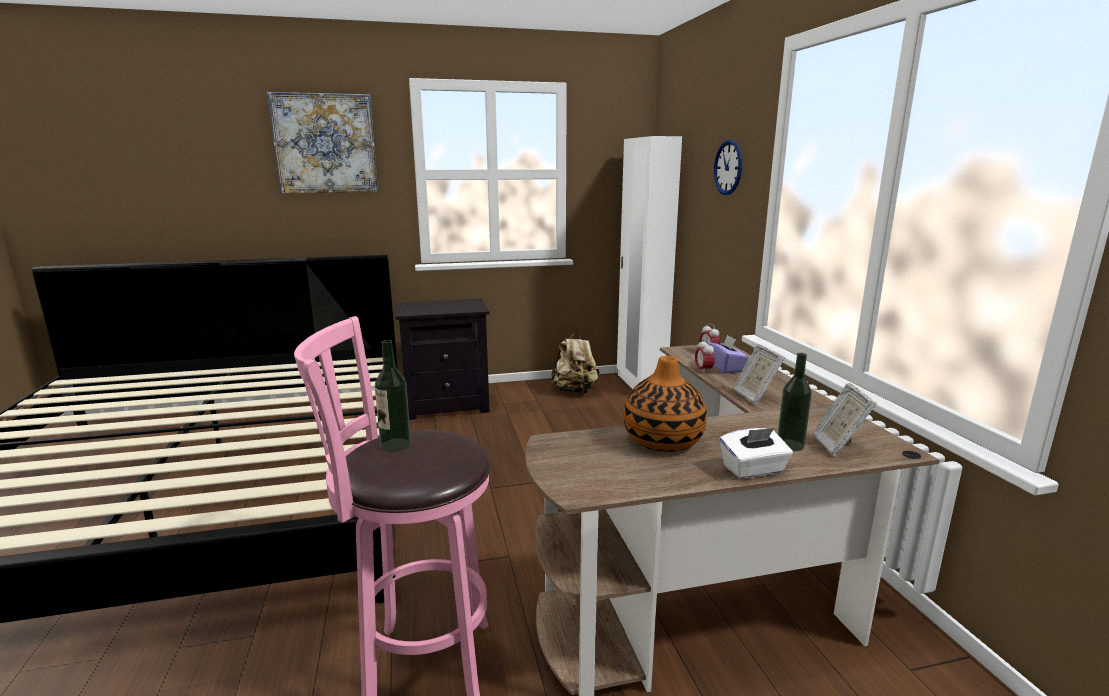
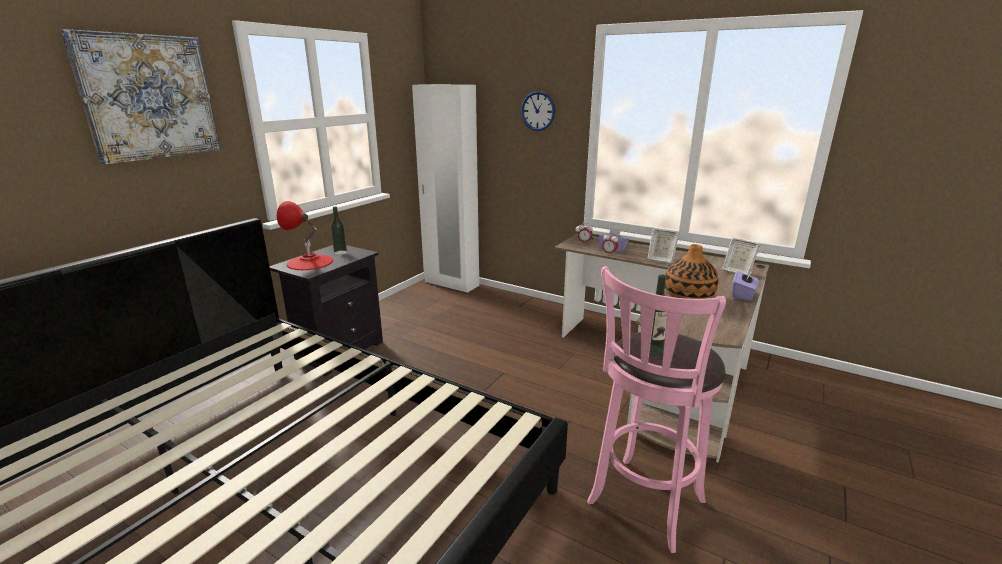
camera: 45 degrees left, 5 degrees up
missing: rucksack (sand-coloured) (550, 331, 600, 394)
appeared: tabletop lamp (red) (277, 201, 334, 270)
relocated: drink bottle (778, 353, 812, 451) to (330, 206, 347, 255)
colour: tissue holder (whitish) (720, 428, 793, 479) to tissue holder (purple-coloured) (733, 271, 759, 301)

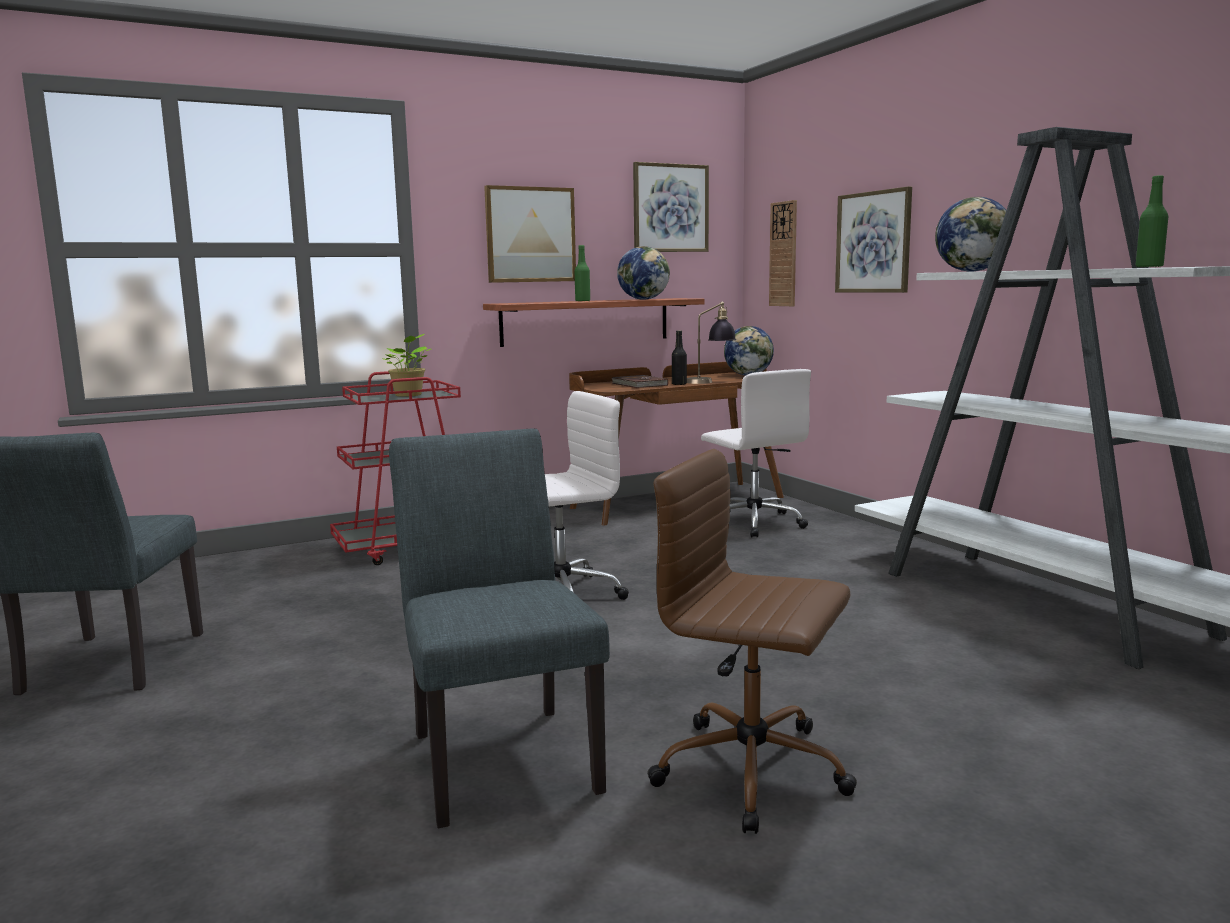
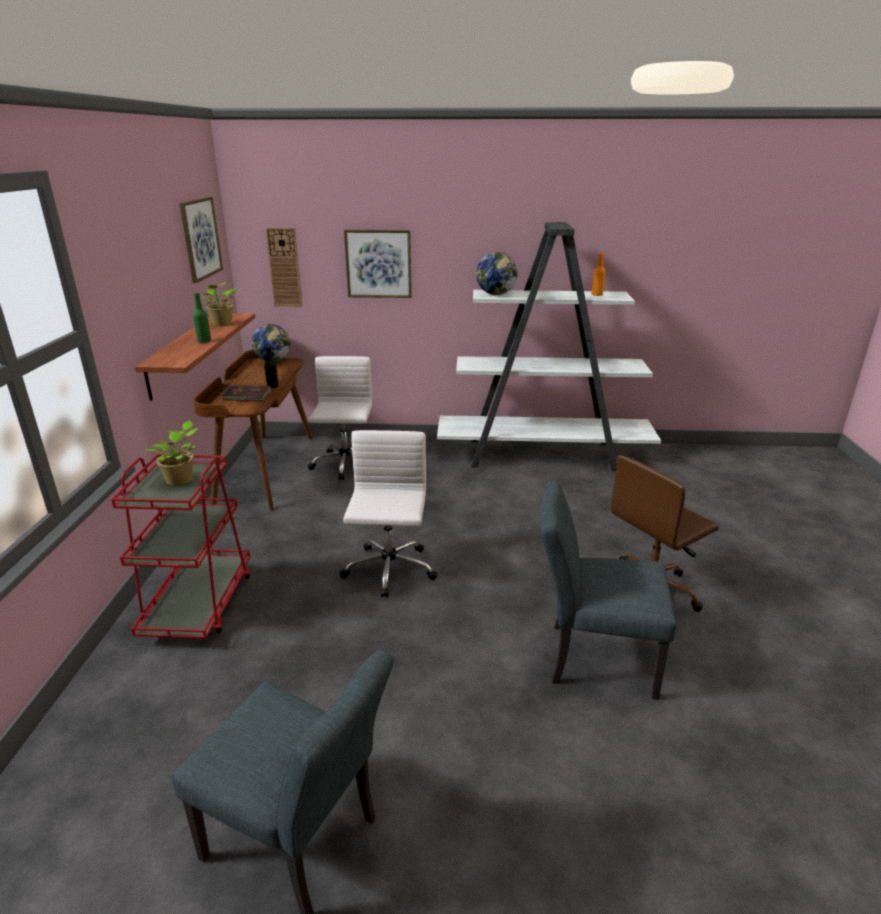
camera: 60 degrees left, 15 degrees up
missing: wall picture (484, 185, 576, 283); tabletop lamp (687, 301, 736, 384)
exchanged: desk globe (617, 246, 670, 300) to plant in a pot (202, 282, 237, 326)
colour: drink bottle (green) (1136, 175, 1168, 267) to drink bottle (orange-coloured) (591, 252, 606, 296)
spun: desk chair (whitish) (701, 369, 811, 538) = (308, 356, 372, 480) 90 degrees counterclockwise

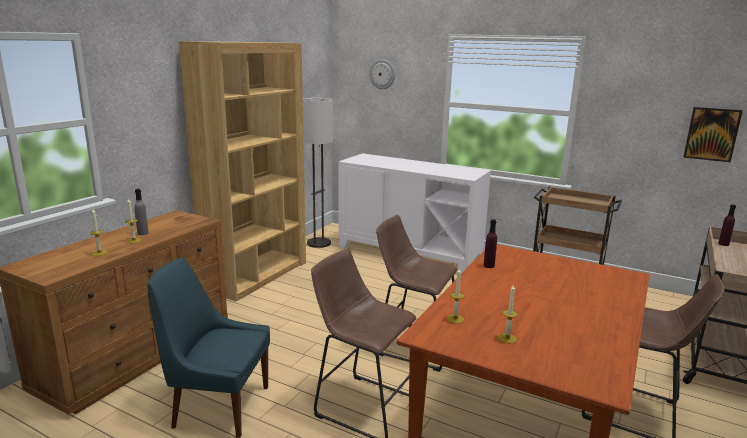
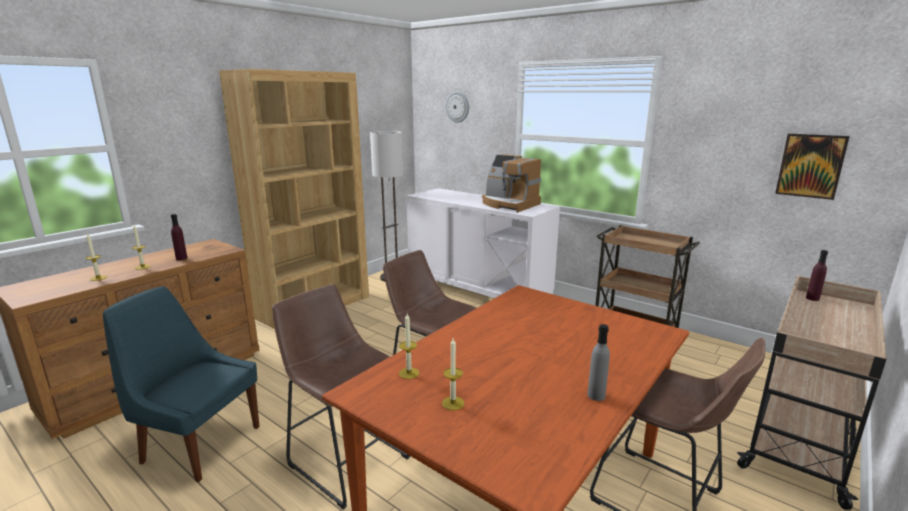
camera: 10 degrees right, 0 degrees up
appeared: coffee brewer (482, 154, 541, 212)
relocated: drink bottle (greyish) (134, 189, 149, 235) to (588, 324, 610, 401); drink bottle (purple-coloured) (484, 219, 497, 268) to (171, 214, 187, 260)

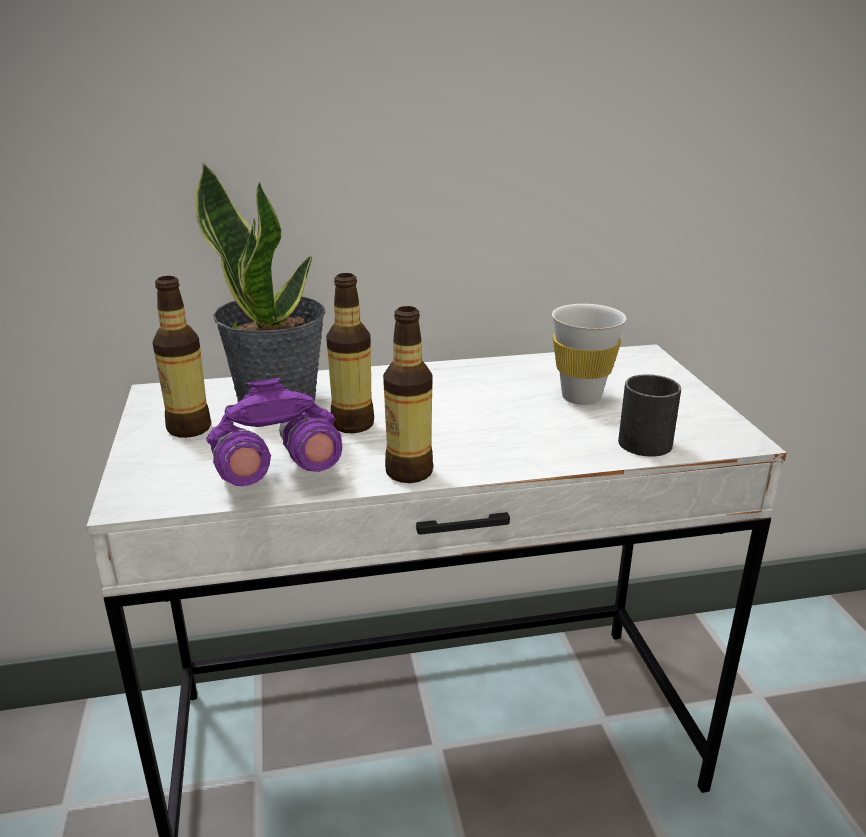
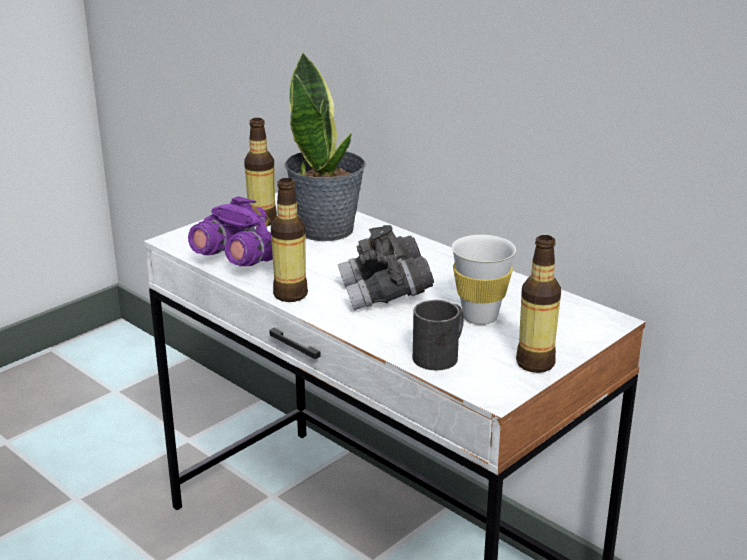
camera: 55 degrees right, 0 degrees up
appeared: binoculars (greyish) (338, 225, 434, 310)
relocated: drink bottle (326, 273, 374, 433) to (516, 235, 561, 373)

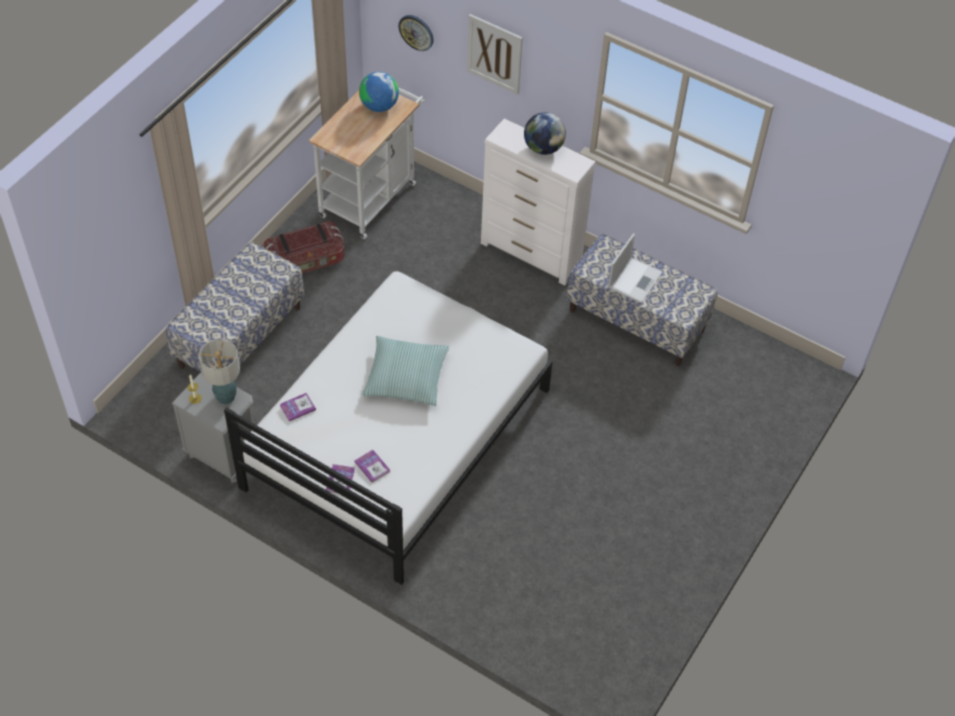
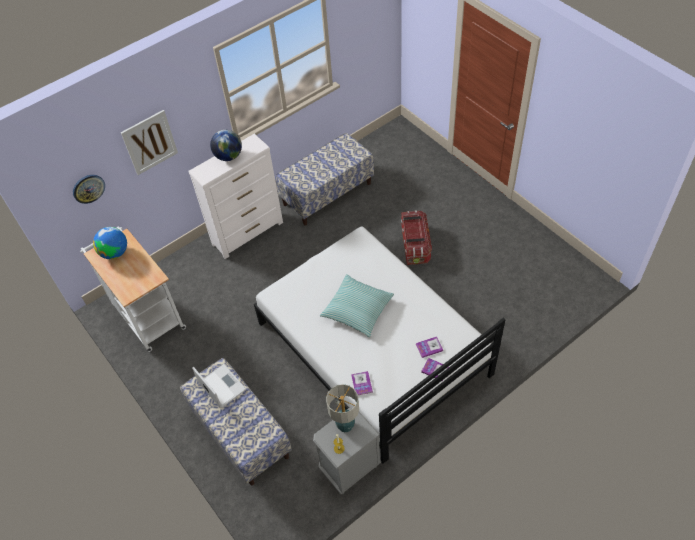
camera: 65 degrees left, 0 degrees up
relocated: storage bin (264, 221, 345, 273) to (401, 210, 432, 265); portable computer (608, 234, 663, 303) to (192, 364, 246, 408)

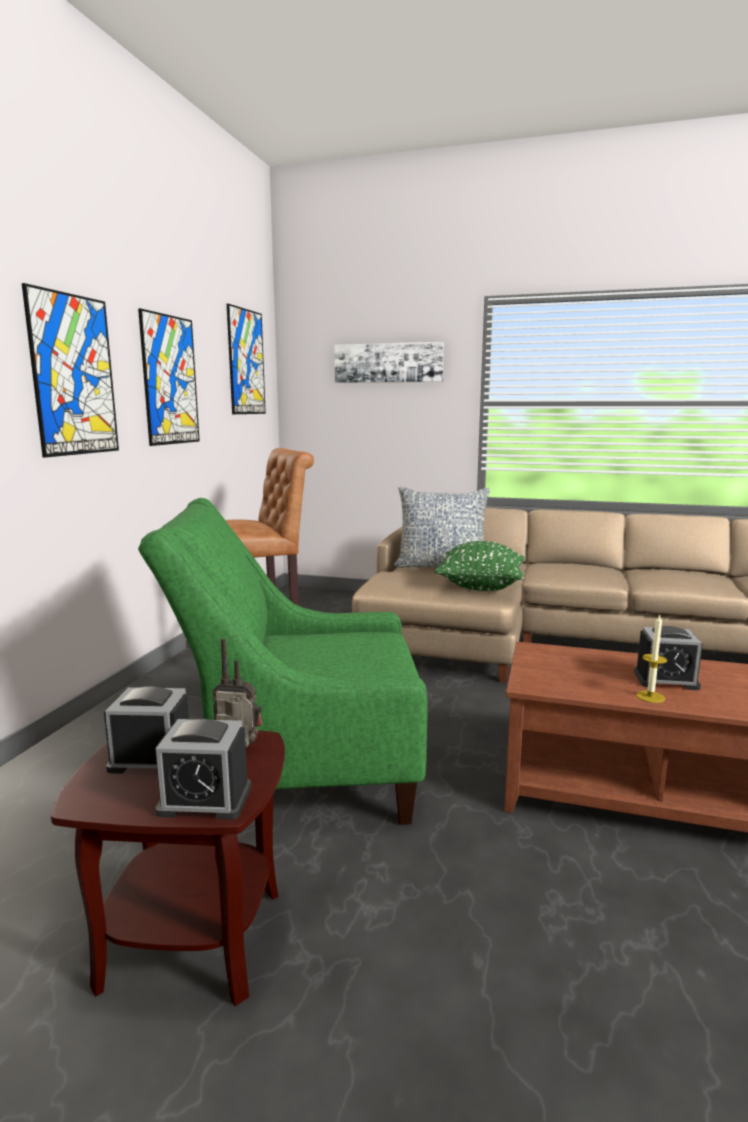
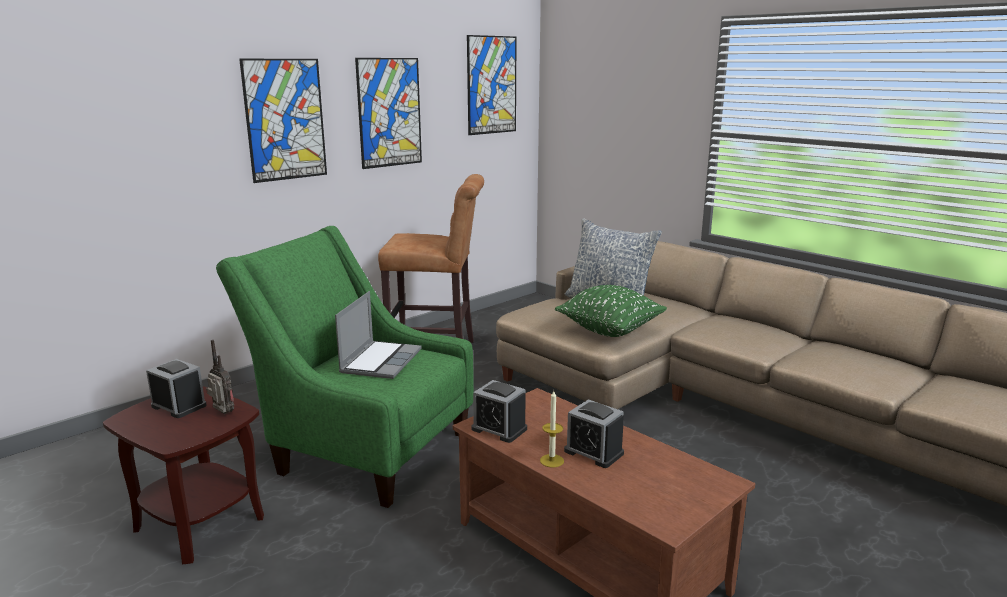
camera: 30 degrees right, 5 degrees up
missing: wall picture (334, 342, 444, 383)
appeared: portable computer (335, 291, 422, 379)
relocated: table clock (155, 719, 251, 820) to (471, 380, 527, 443)

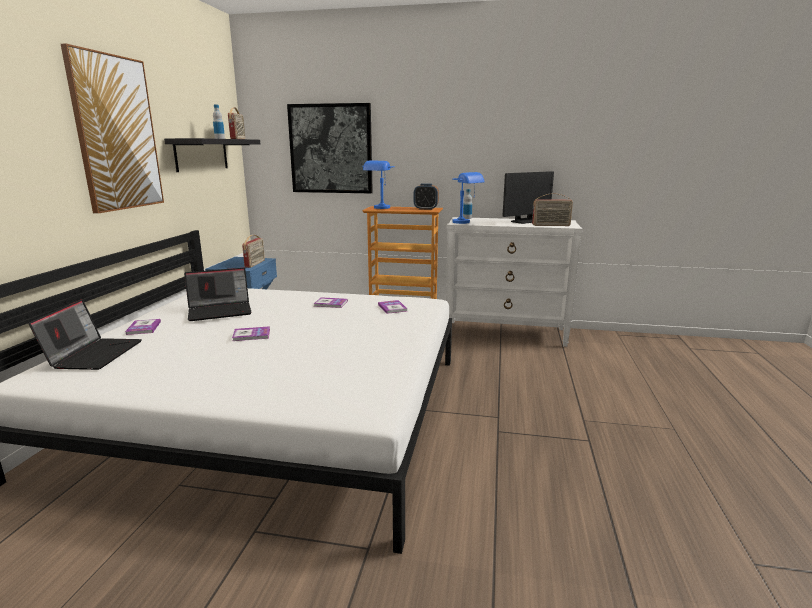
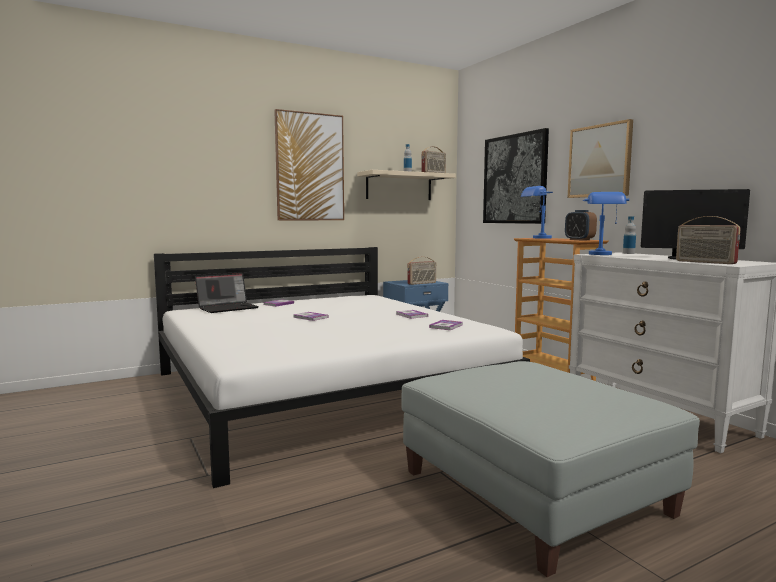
camera: 50 degrees right, 10 degrees down
missing: portable computer (184, 268, 252, 321)
appeared: wall picture (568, 119, 633, 198); pouffe (greyish) (401, 361, 700, 577)
colour: shelf (black-coloured) (164, 138, 260, 172) to shelf (sand-coloured) (357, 170, 456, 200)

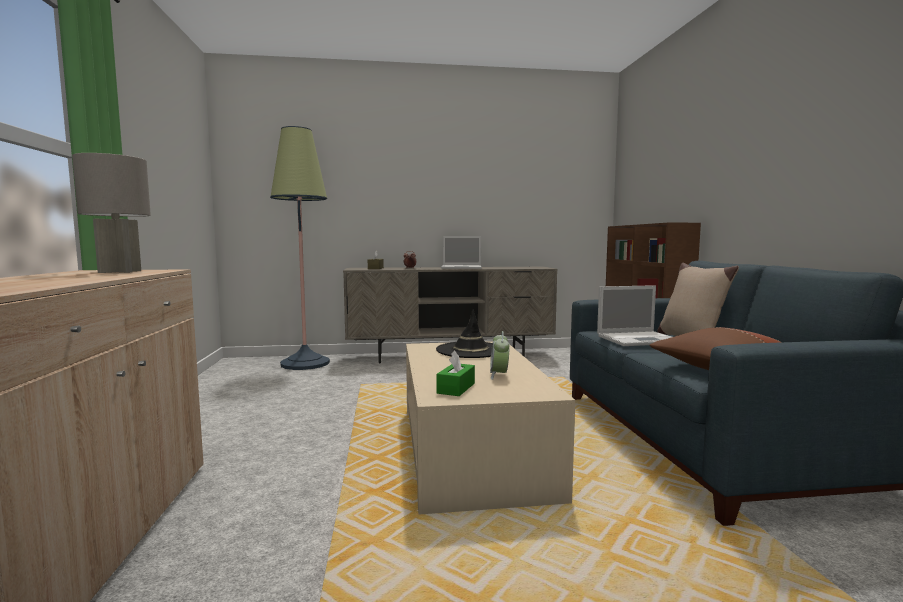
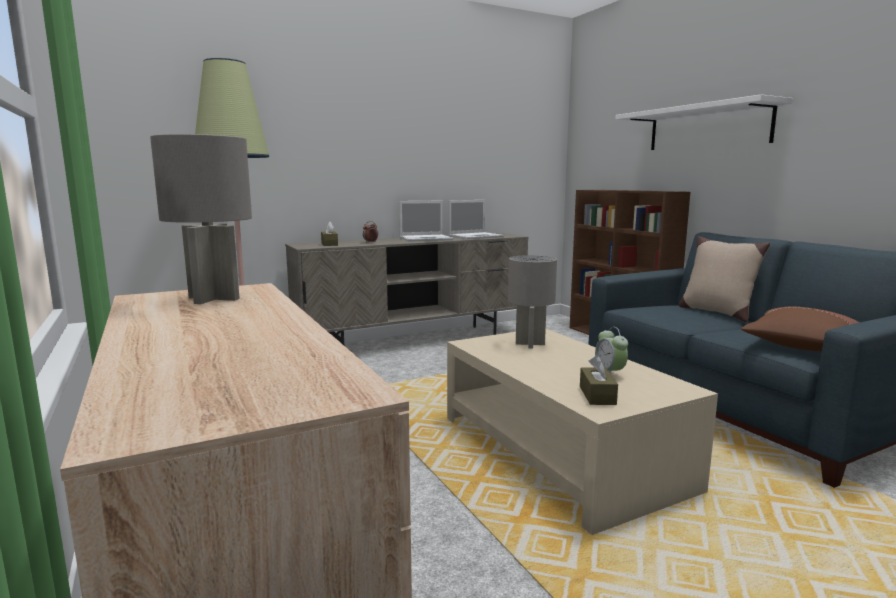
camera: 20 degrees left, 5 degrees up
appeared: shelf (whitish) (615, 95, 793, 150)
relocated: portable computer (597, 285, 672, 346) to (448, 200, 504, 240)
exchanged: wearable hat (black-coloured) (436, 309, 492, 358) to tabletop lamp (greyish) (508, 255, 557, 348)
colour: tissue holder (green) (436, 350, 475, 396) to tissue holder (brown-coloured) (580, 355, 618, 405)

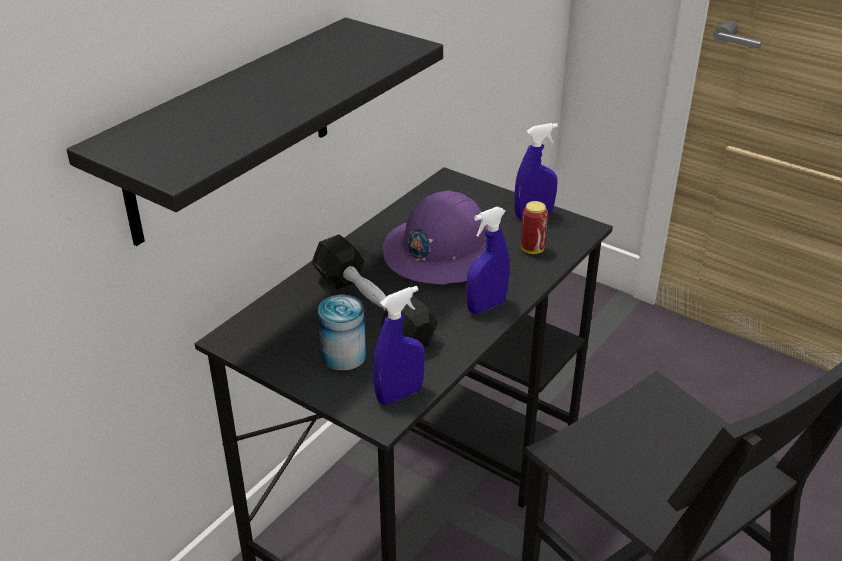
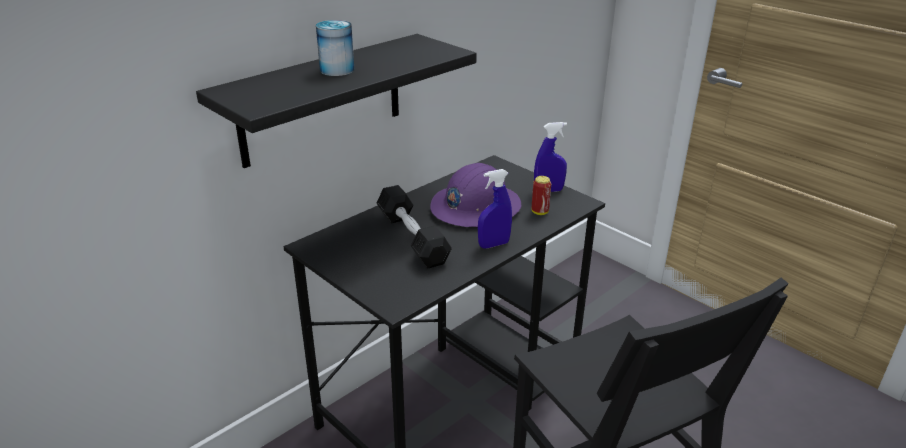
camera: 10 degrees right, 5 degrees down
missing: sprayer (bluish) (373, 286, 425, 405)
relocated: can (318, 295, 366, 371) to (316, 20, 354, 76)

